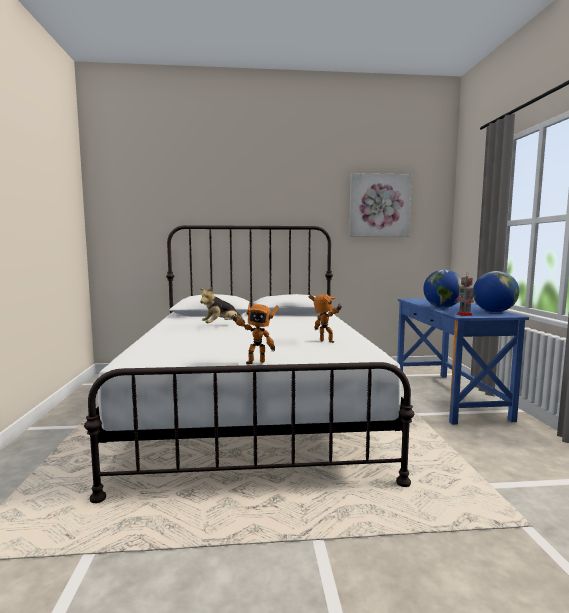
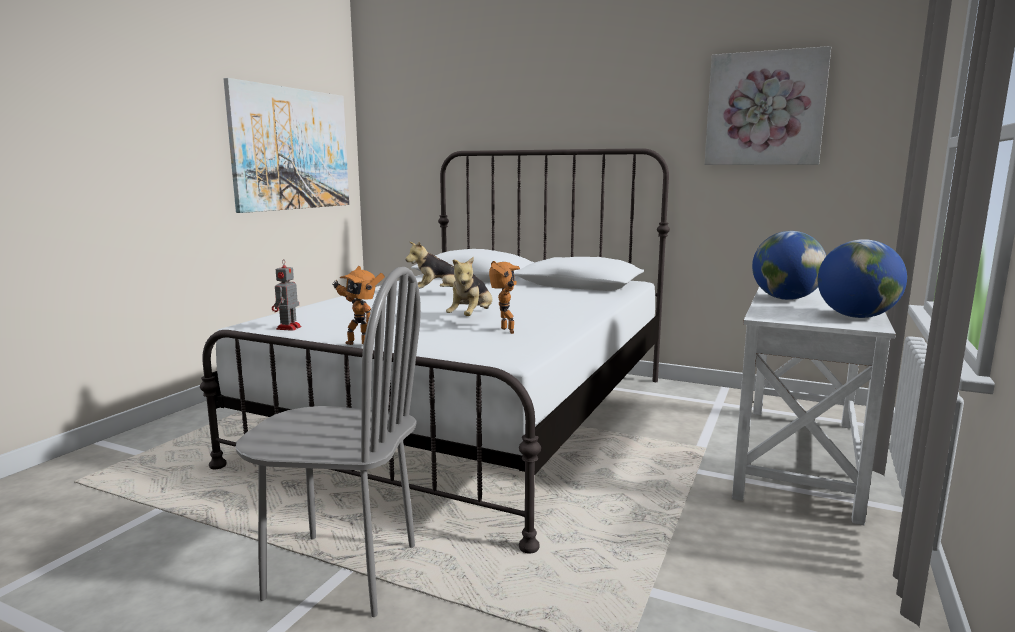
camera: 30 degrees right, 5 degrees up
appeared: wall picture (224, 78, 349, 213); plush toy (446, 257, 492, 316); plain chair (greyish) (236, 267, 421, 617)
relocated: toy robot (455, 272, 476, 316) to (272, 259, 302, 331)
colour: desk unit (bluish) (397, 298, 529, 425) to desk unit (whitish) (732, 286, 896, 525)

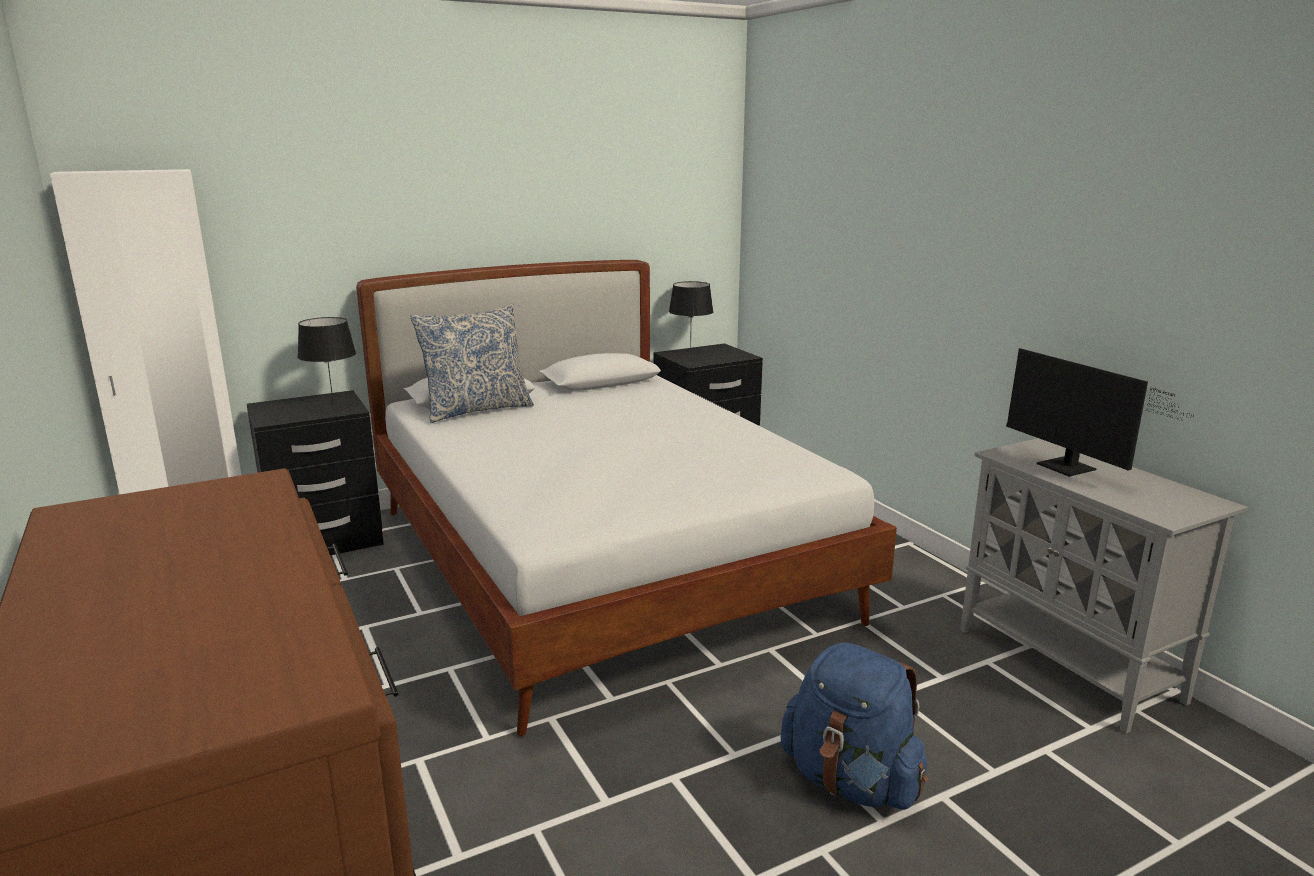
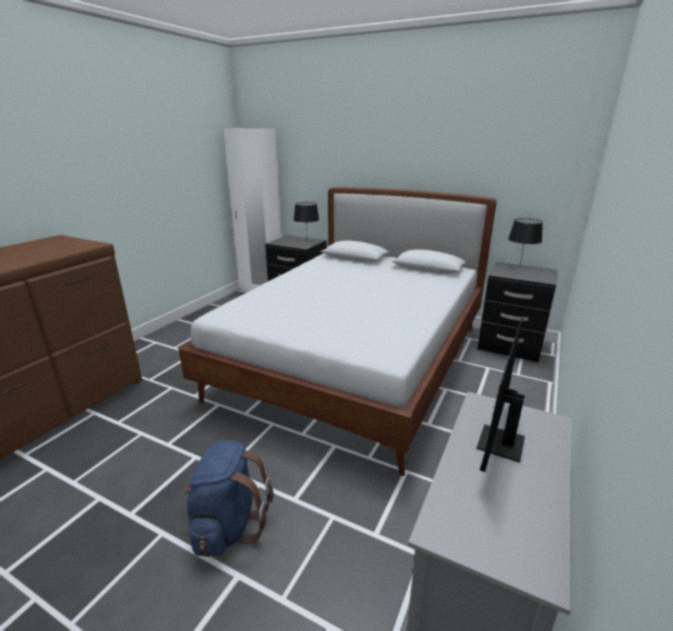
camera: 55 degrees right, 5 degrees up
missing: throw pillow (410, 304, 534, 423)

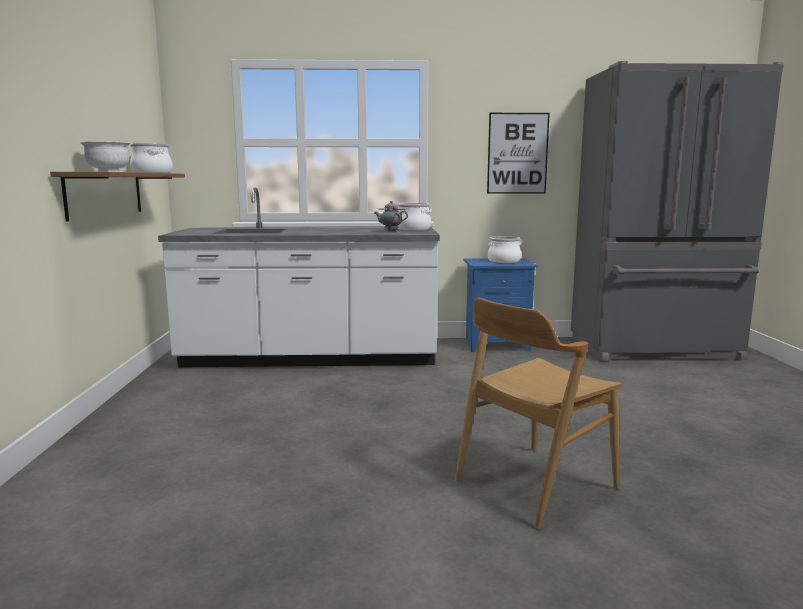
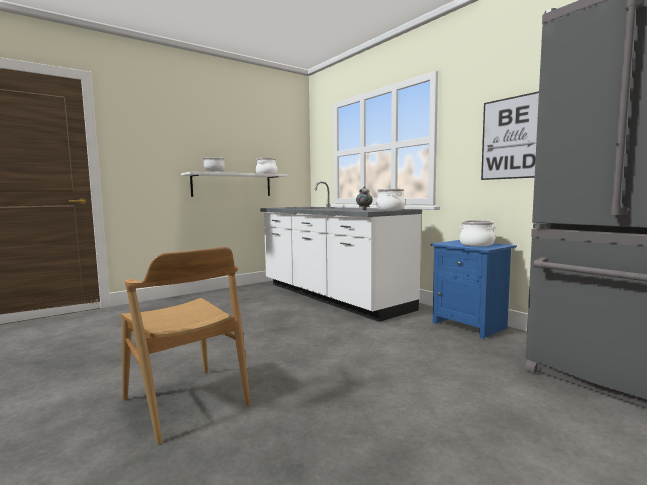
camera: 55 degrees right, 5 degrees down
colour: shelf (brown-coloured) (50, 172, 185, 222) to shelf (whitish) (181, 172, 288, 197)
spun: plain chair (brown-coloured) (455, 297, 622, 530) = (120, 247, 250, 444) 150 degrees counterclockwise

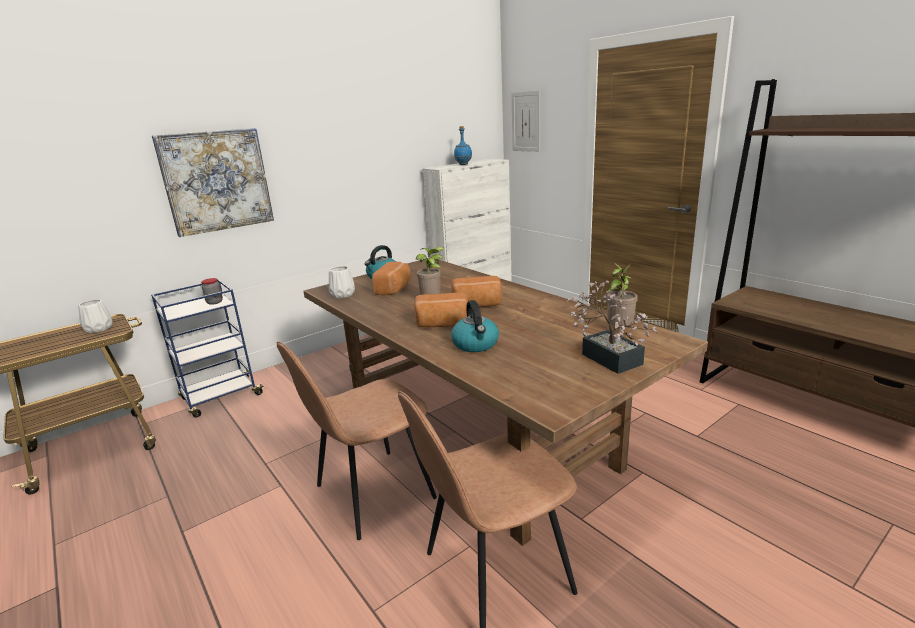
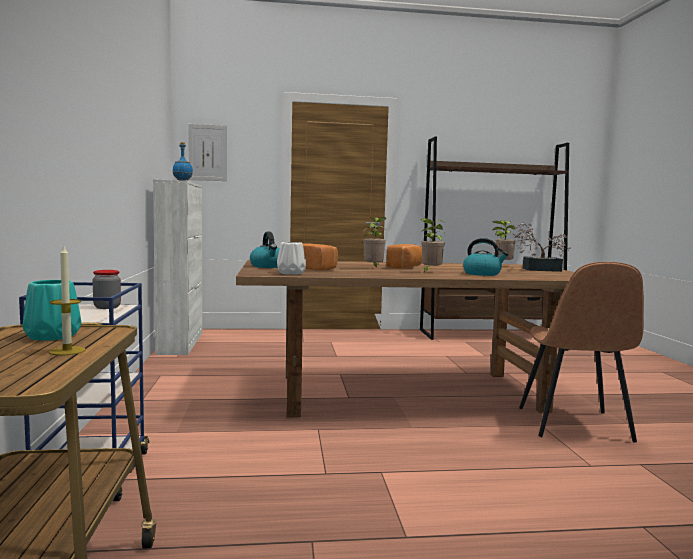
camera: 60 degrees left, 15 degrees down
missing: wall picture (152, 128, 274, 237); plain chair (brown-coloured) (277, 341, 437, 540)
appeared: wax candle (49, 246, 85, 355)
exchanged: bakery bread (414, 292, 468, 328) to plant in a pot (420, 218, 446, 273)
colour: decorative vase (whitish) (78, 299, 112, 333) to decorative vase (blue-green) (23, 280, 81, 340)

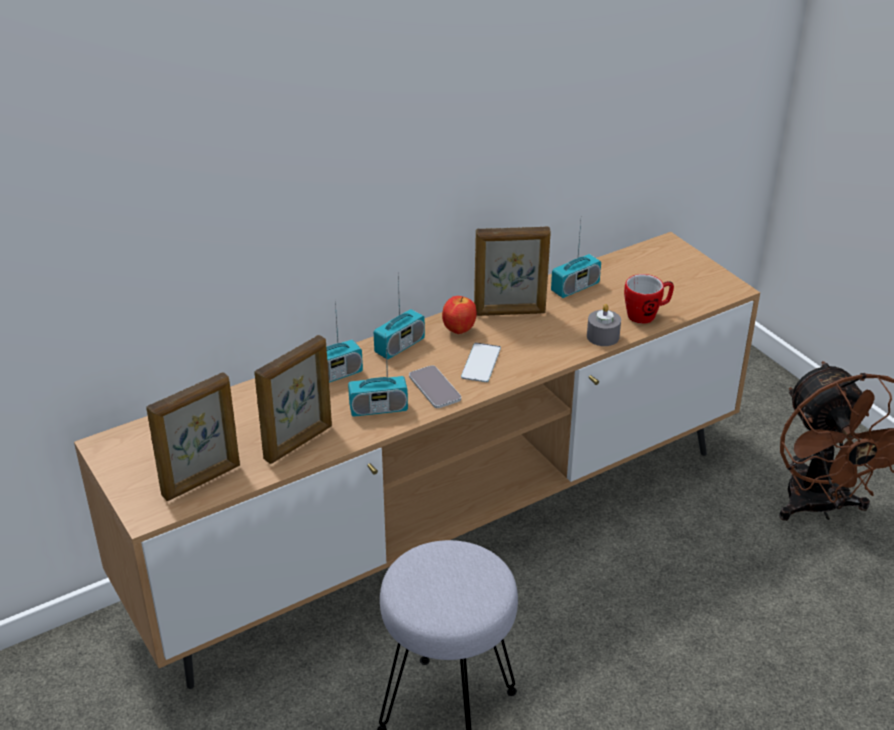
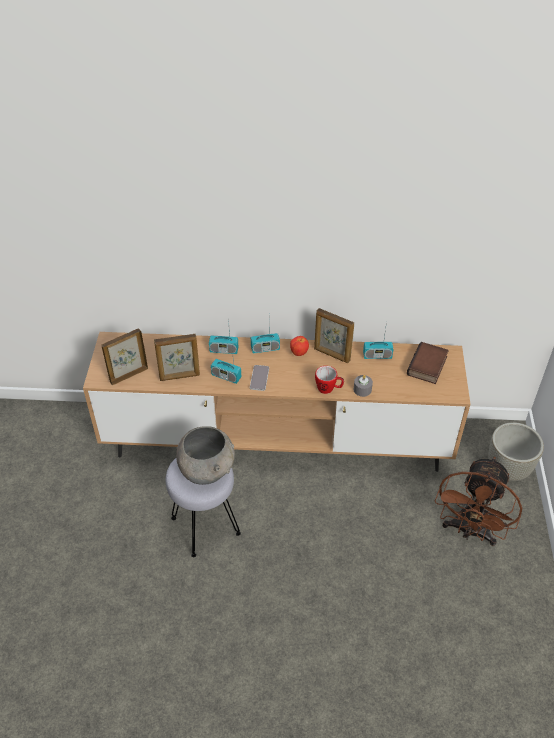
camera: 35 degrees right, 10 degrees up
missing: phone (461, 343, 501, 382)
appeared: book (407, 342, 449, 384); planter (greyish) (488, 422, 544, 481); bowl (greyish) (176, 427, 235, 485)
relocated: coffee mug (624, 274, 674, 324) to (315, 366, 344, 394)
spun: picture frame (146, 372, 240, 501) = (101, 328, 148, 385) 150 degrees clockwise

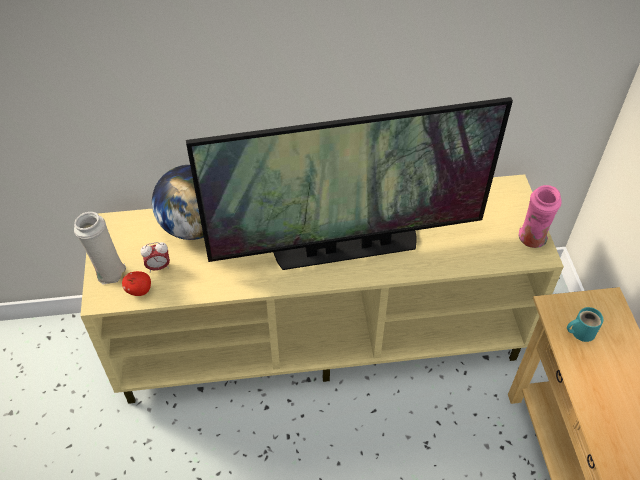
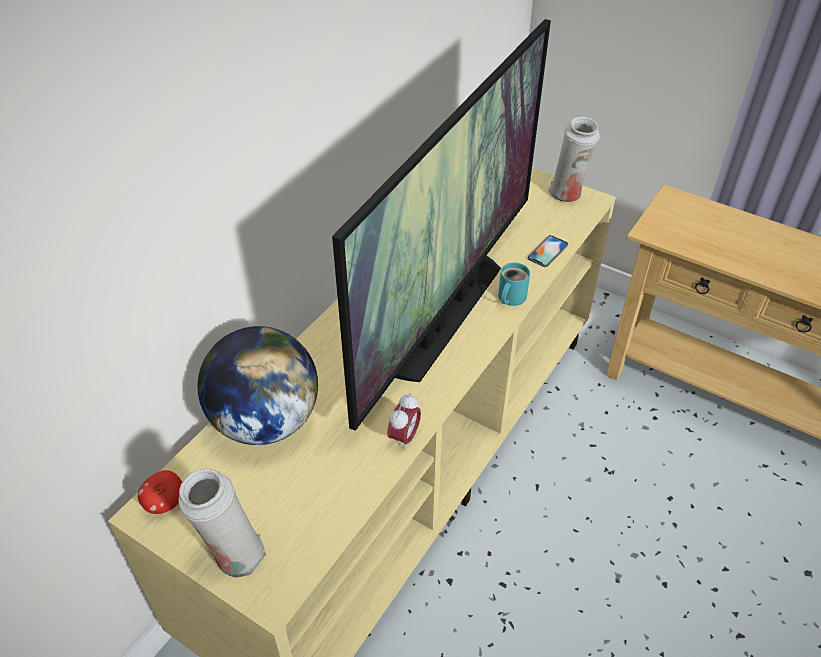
camera: 50 degrees left, 5 degrees down
appeared: phone (528, 235, 568, 267)
relocated: table clock (140, 242, 170, 272) to (387, 393, 421, 450); apple (122, 271, 151, 296) to (138, 470, 182, 514); coffee mug (blue-green) (567, 307, 603, 342) to (498, 263, 530, 306)
colour: decorative vase (pink-coloured) (518, 185, 561, 248) to decorative vase (whitish) (548, 116, 600, 202)

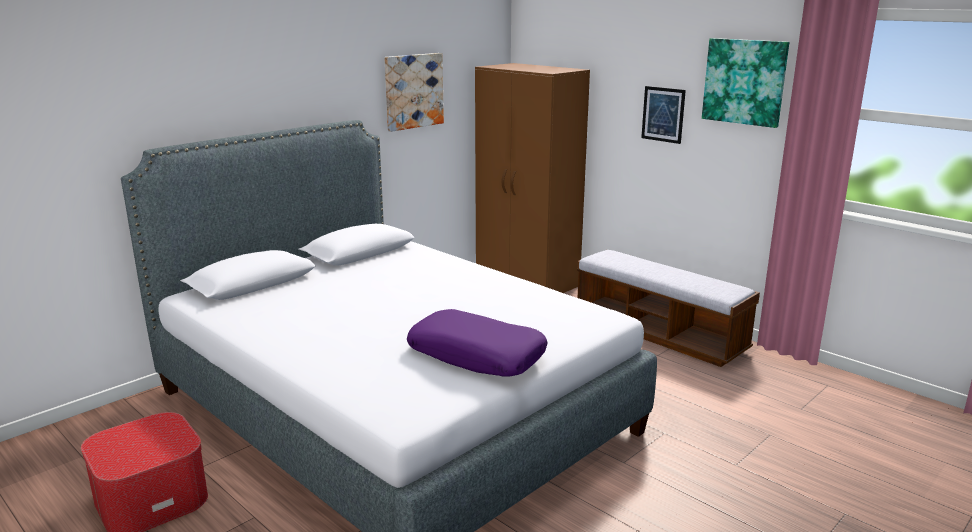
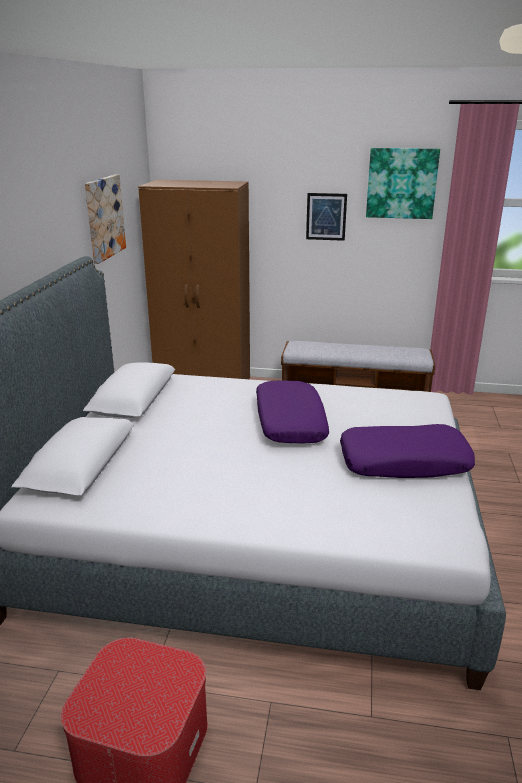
camera: 35 degrees left, 5 degrees up
appeared: throw pillow (purple-coloured) (256, 380, 329, 443)

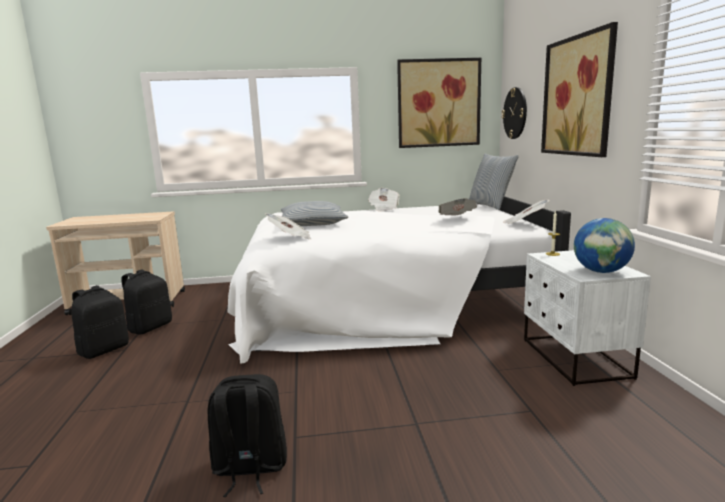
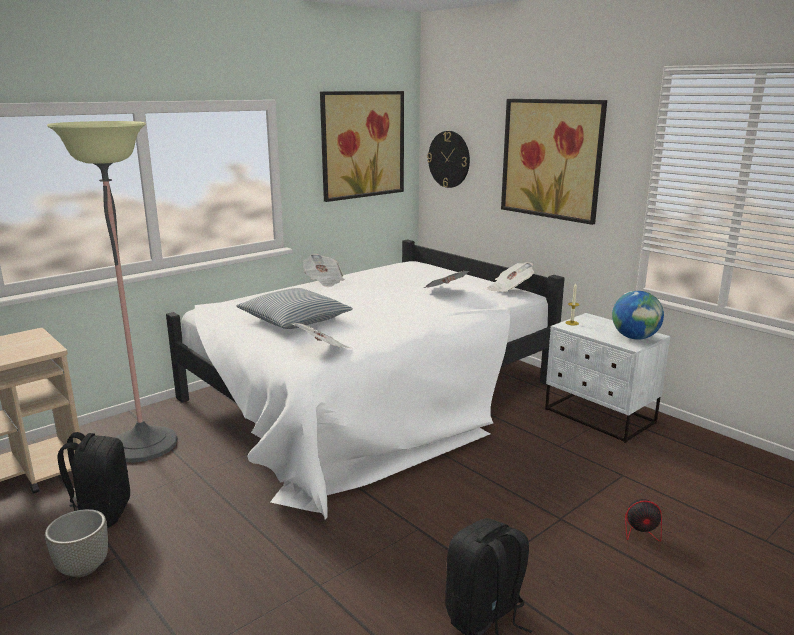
camera: 35 degrees left, 5 degrees up
missing: throw pillow (469, 153, 519, 210)
appeared: floor lamp (47, 121, 177, 463); fan (625, 494, 684, 542)
exchanged: rucksack (black-coloured) (71, 285, 129, 359) to planter (greyish) (45, 509, 108, 577)

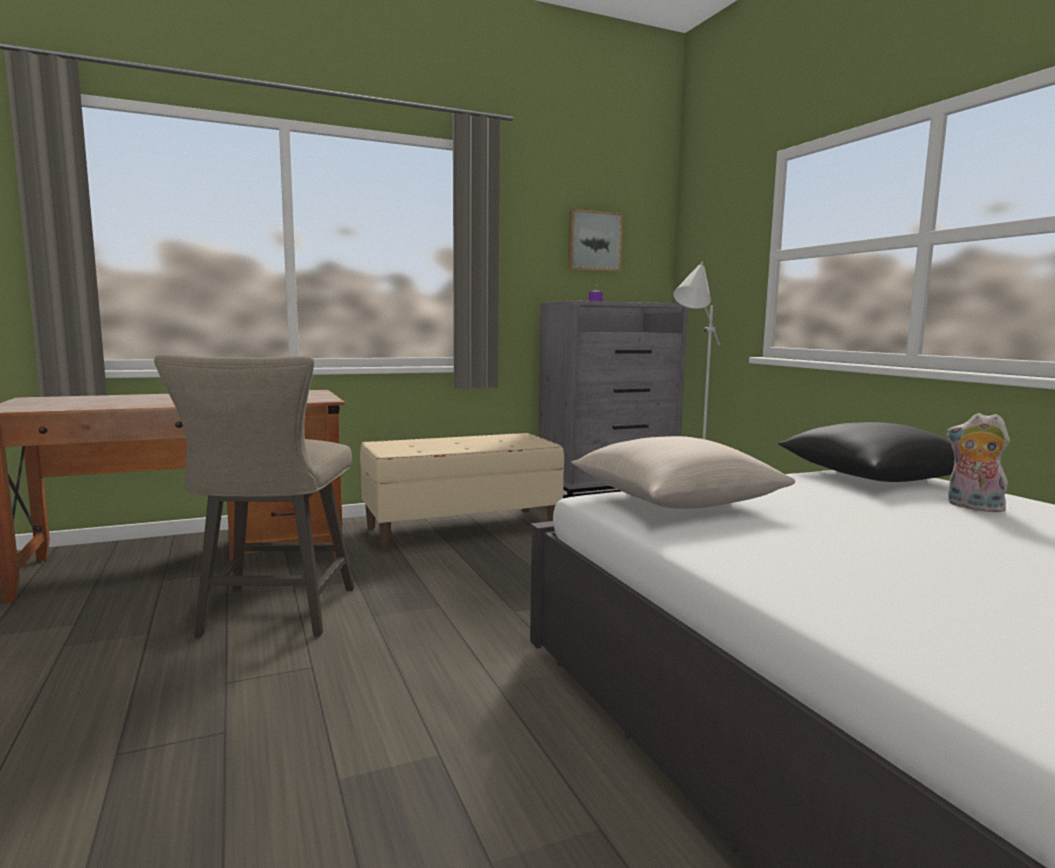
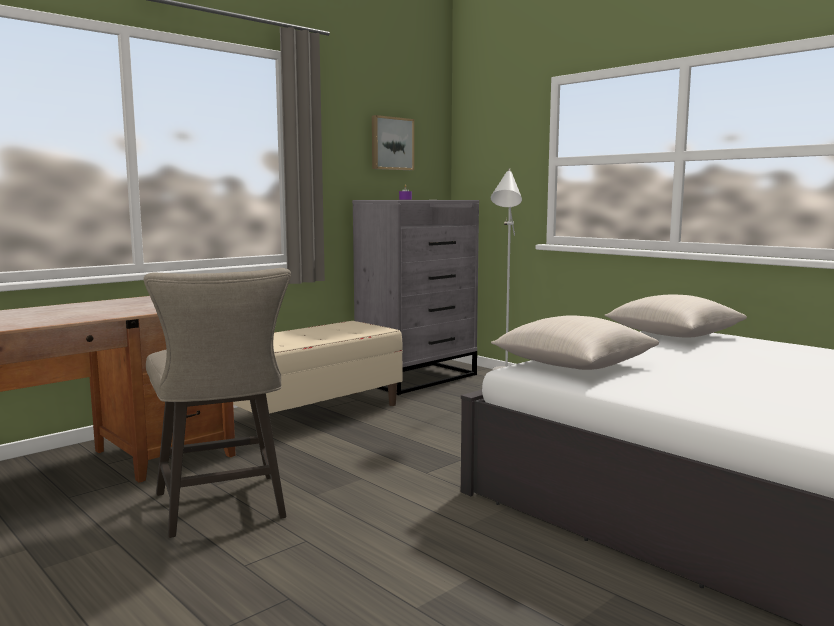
camera: 20 degrees left, 0 degrees up
missing: plush toy (946, 413, 1010, 512)
colour: throw pillow (black-coloured) (778, 422, 954, 482) to throw pillow (sand-coloured) (604, 294, 747, 338)

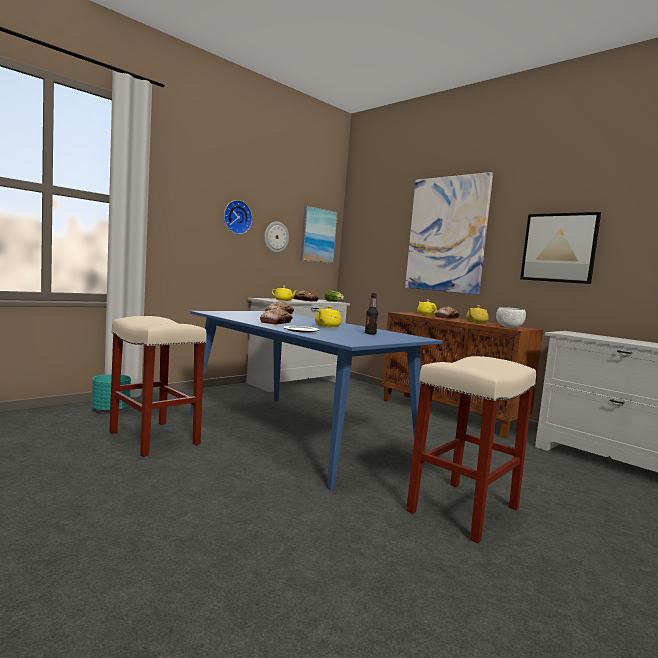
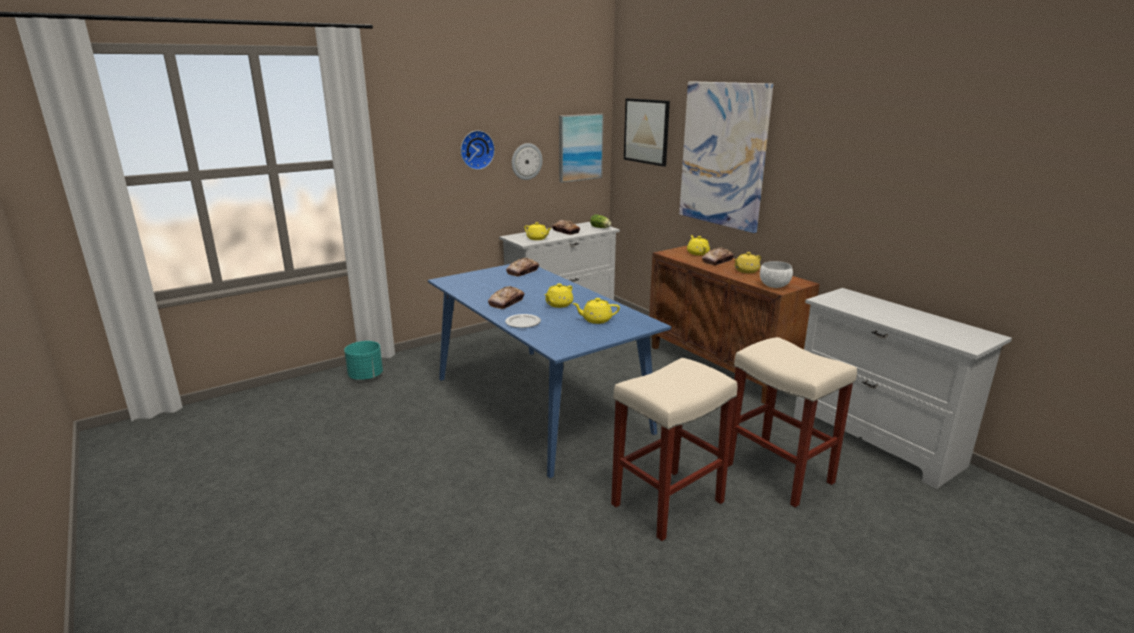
camera: 10 degrees right, 15 degrees up
relocated: wall picture (520, 212, 601, 284) to (624, 98, 670, 167); stool (sand-coloured) (109, 316, 207, 457) to (728, 337, 857, 507)
exchanged: drink bottle (365, 293, 378, 335) to teapot (yellow-coloured) (572, 298, 620, 324)

